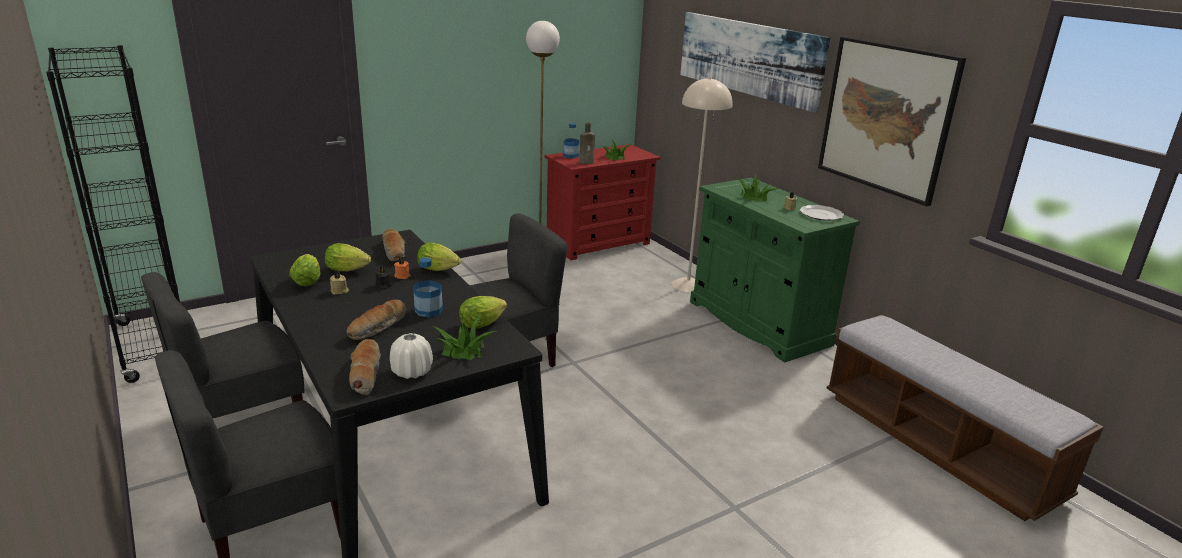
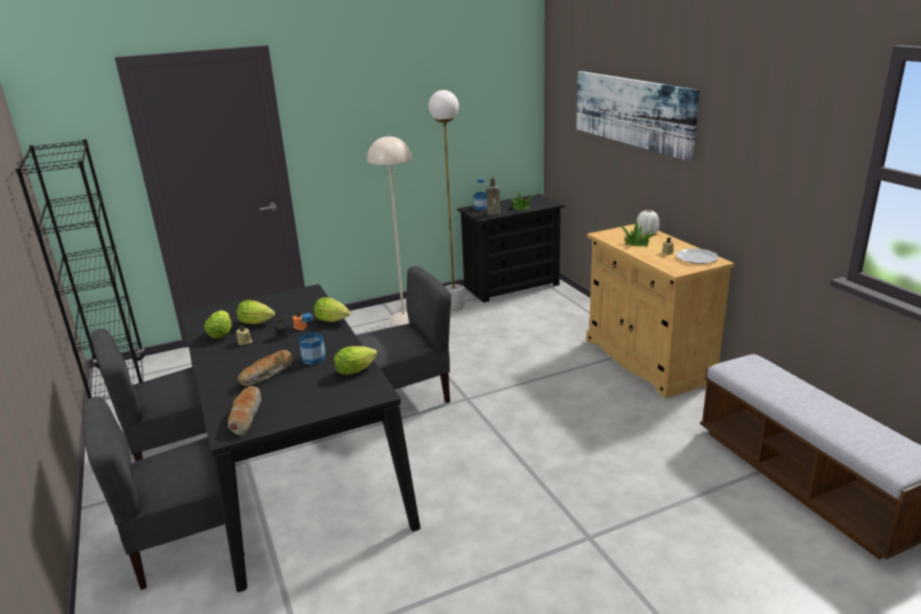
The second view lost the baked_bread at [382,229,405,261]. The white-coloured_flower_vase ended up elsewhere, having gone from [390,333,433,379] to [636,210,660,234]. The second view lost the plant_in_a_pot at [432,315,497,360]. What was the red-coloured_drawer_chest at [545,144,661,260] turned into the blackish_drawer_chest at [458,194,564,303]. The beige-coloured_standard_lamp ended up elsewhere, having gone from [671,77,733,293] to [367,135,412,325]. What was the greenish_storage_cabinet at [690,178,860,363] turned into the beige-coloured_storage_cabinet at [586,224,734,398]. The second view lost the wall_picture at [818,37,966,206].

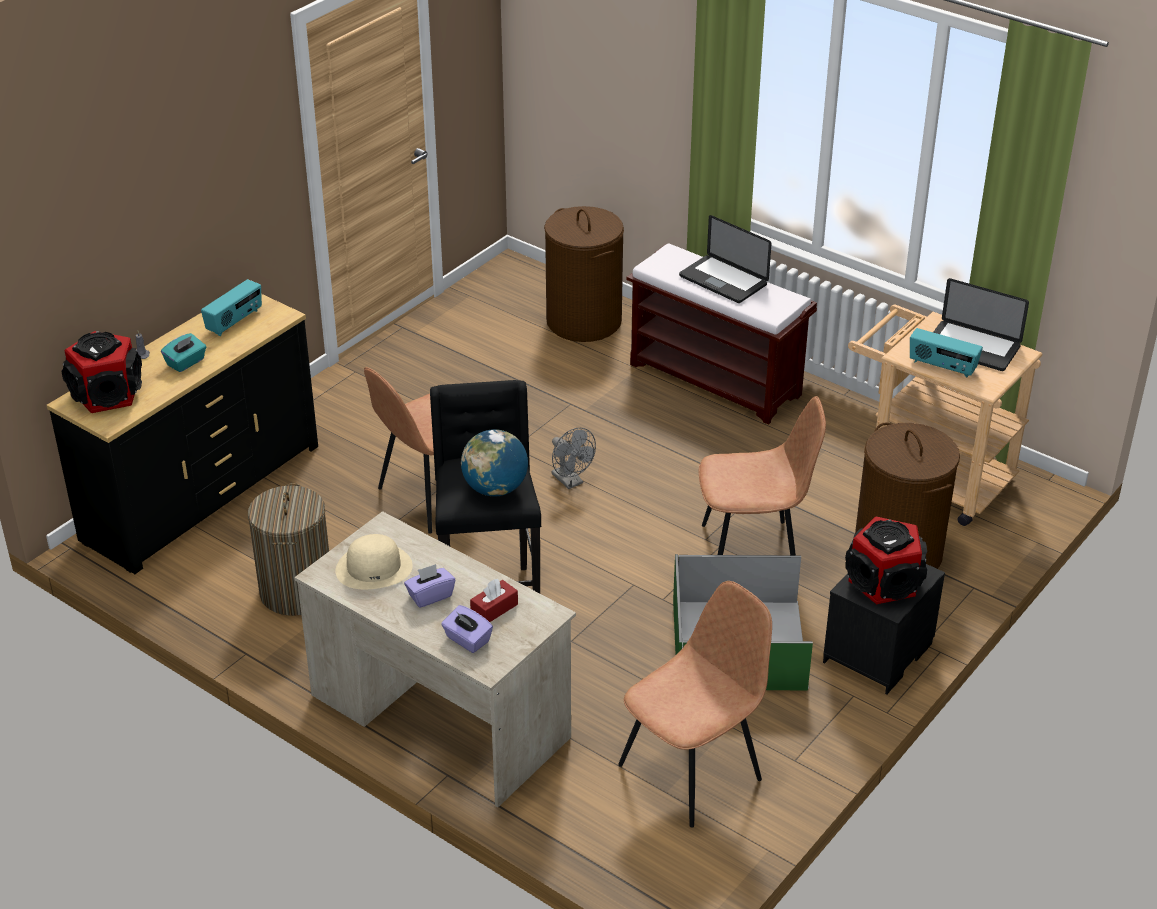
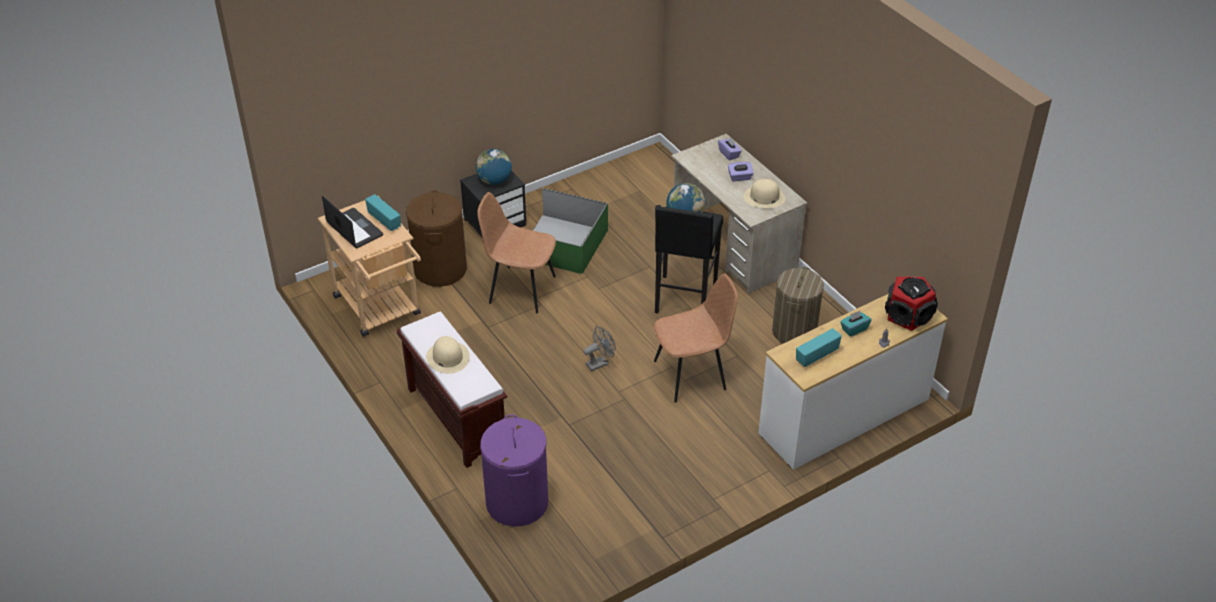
What was the blackish_drawer_chest at [47,294,318,574] turned into the white-coloured_drawer_chest at [758,294,948,470]. The second view lost the red-coloured_tissue_holder at [470,579,518,622]. What was the brownish_washing_basket at [544,206,624,342] turned into the purple_washing_basket at [480,415,548,526]. The gray_cooling_fan at [551,428,596,489] ended up facing another way, 75 degrees clockwise from before. The second view lost the brownish_chair at [618,581,772,828]. Where the portable_computer stood at [679,215,772,303], the beige-coloured_clothing_hat came to stand at [426,336,470,374]. Where the speaker stood at [845,516,927,604], the desk_globe came to stand at [476,149,512,185].

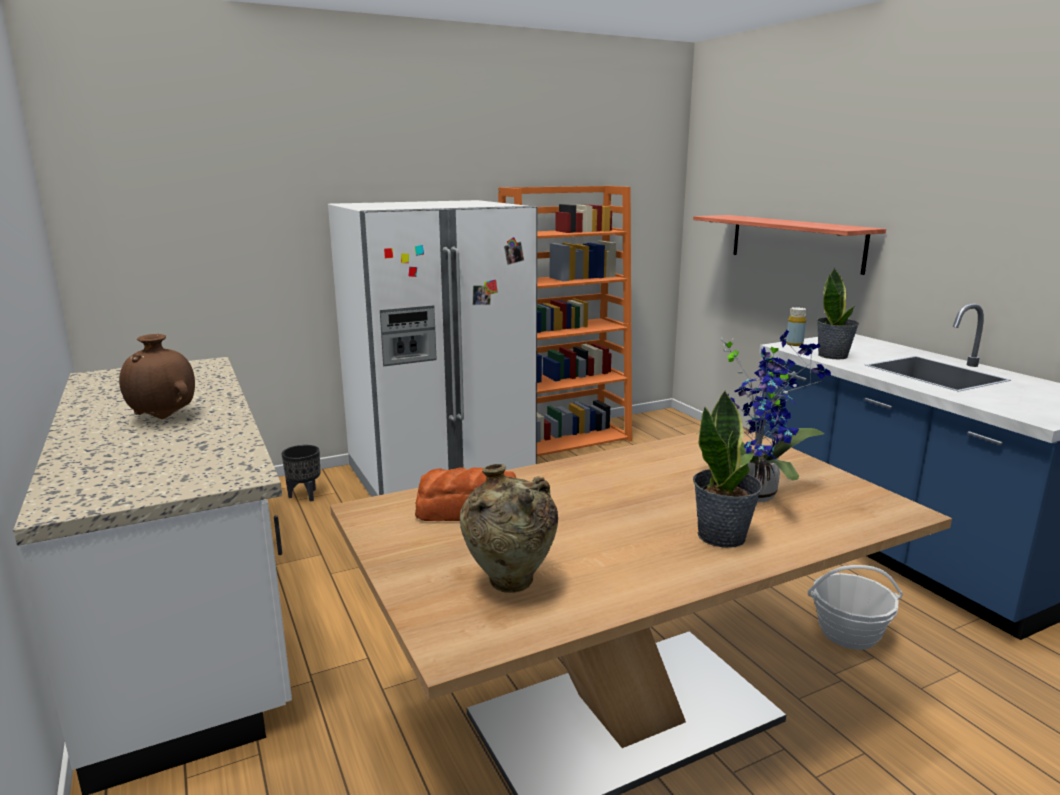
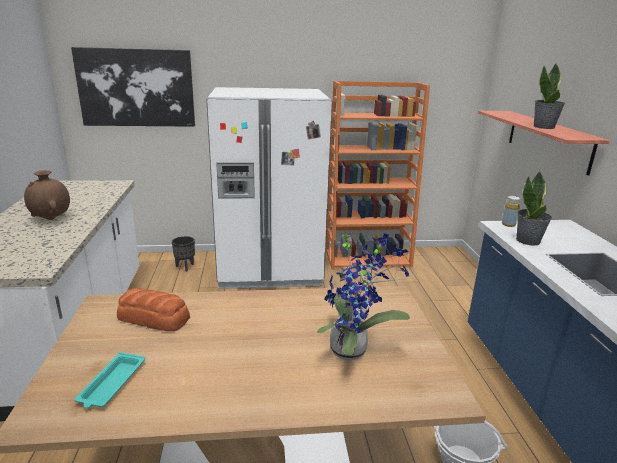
Where the beige-coloured_flower_vase stood at [460,464,558,593], the blue-green_serving_tray came to stand at [74,352,145,408]. The plant_in_a_pot ended up elsewhere, having gone from [693,391,762,548] to [533,64,565,129]. The second view gained the wall_picture at [71,47,195,127].

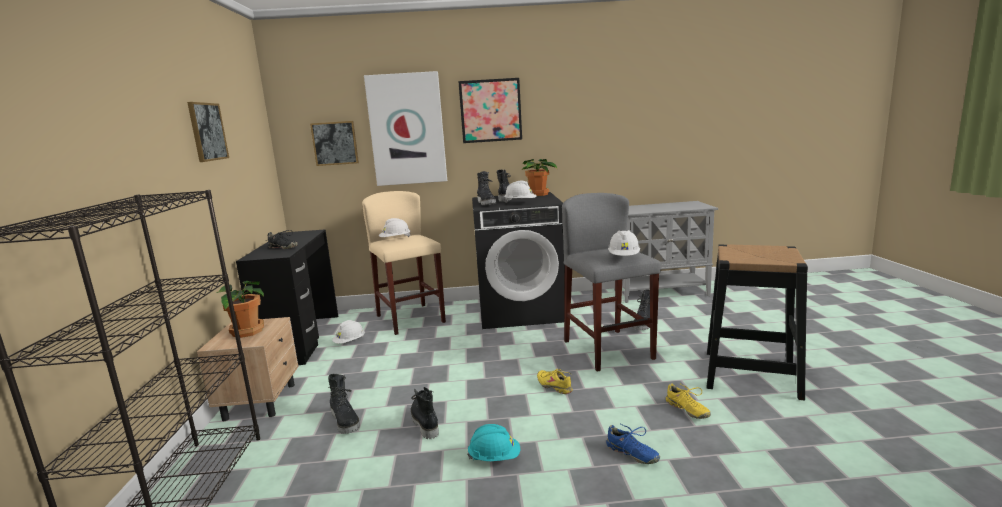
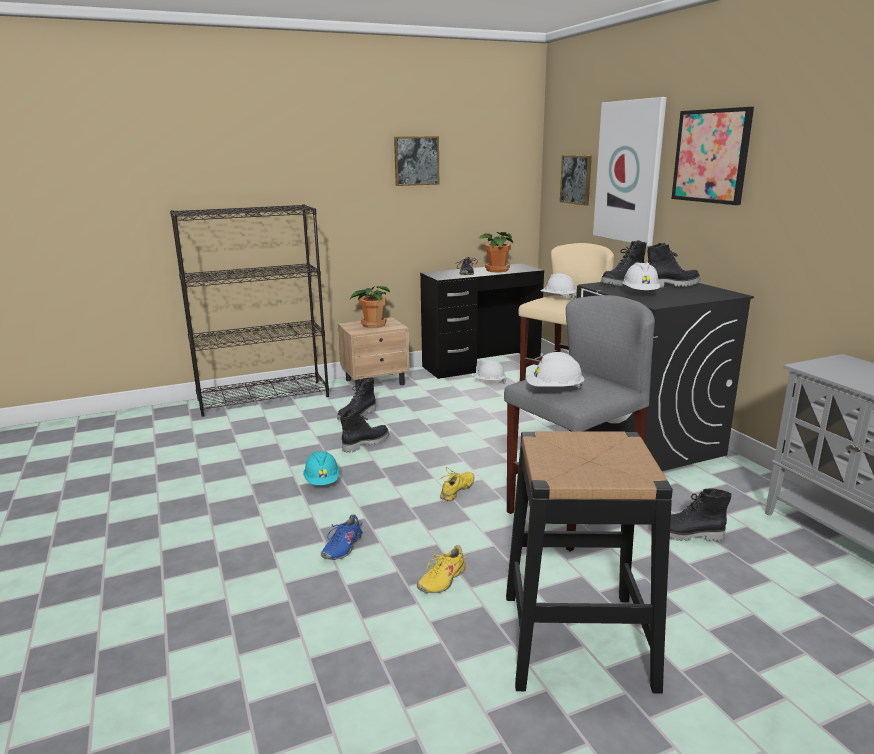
The plant_in_a_pot ended up elsewhere, having gone from [522,159,557,196] to [478,232,513,273].

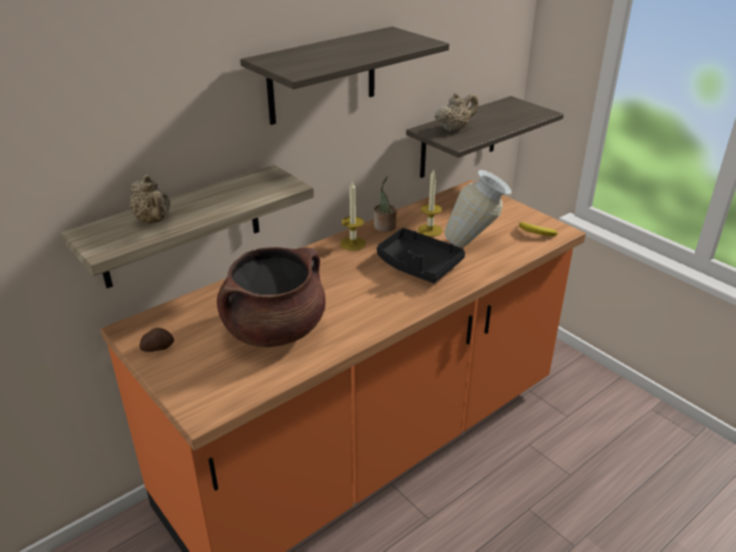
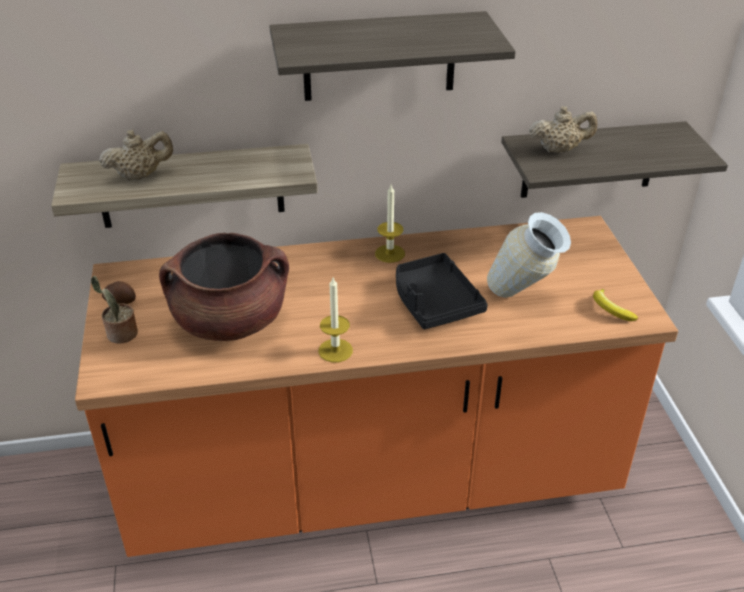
The beige-coloured_pot_for_tea at [130,175,170,223] ended up facing another way, 105 degrees counterclockwise from before. The plant_in_a_pot ended up elsewhere, having gone from [374,176,397,232] to [91,276,138,343]. The candle ended up elsewhere, having gone from [418,169,443,237] to [319,277,353,362].

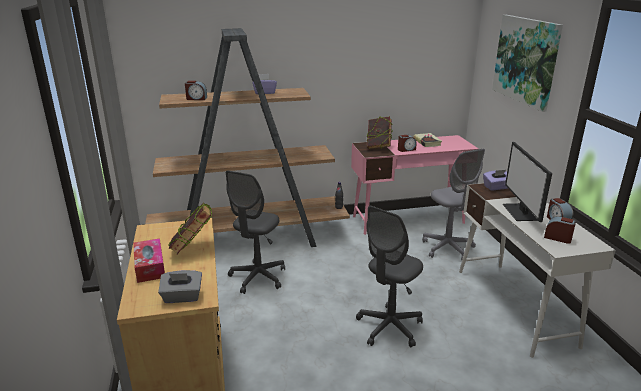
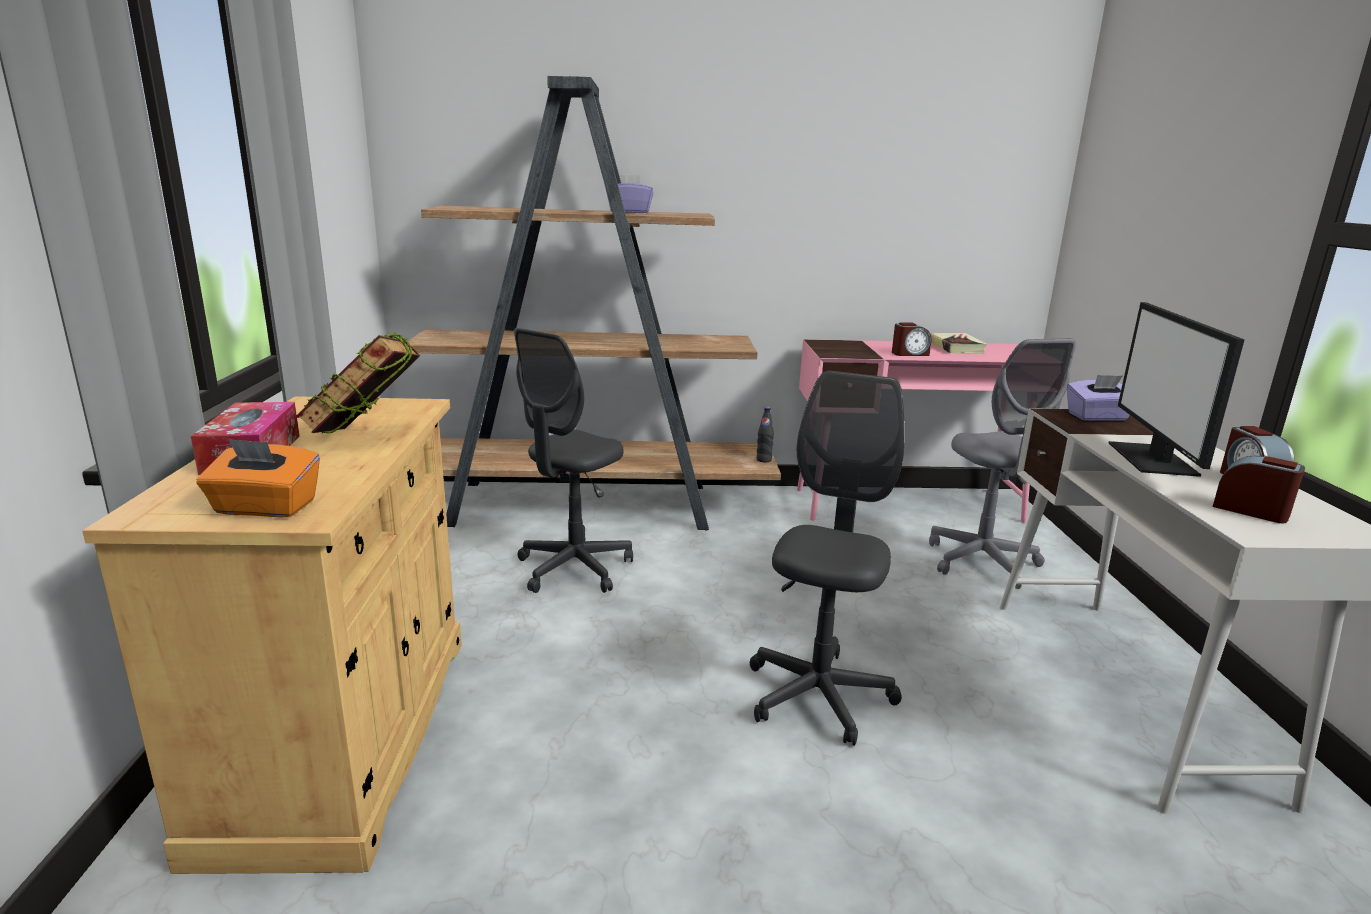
What was the gray_tissue_holder at [158,270,202,303] turned into the orange_tissue_holder at [196,438,320,517]. The second view lost the table_clock at [185,81,207,100]. The gray_desk_chair at [356,206,423,348] ended up facing another way, 150 degrees clockwise from before. The second view lost the volume at [366,116,392,149]. The second view lost the wall_picture at [492,15,563,112].

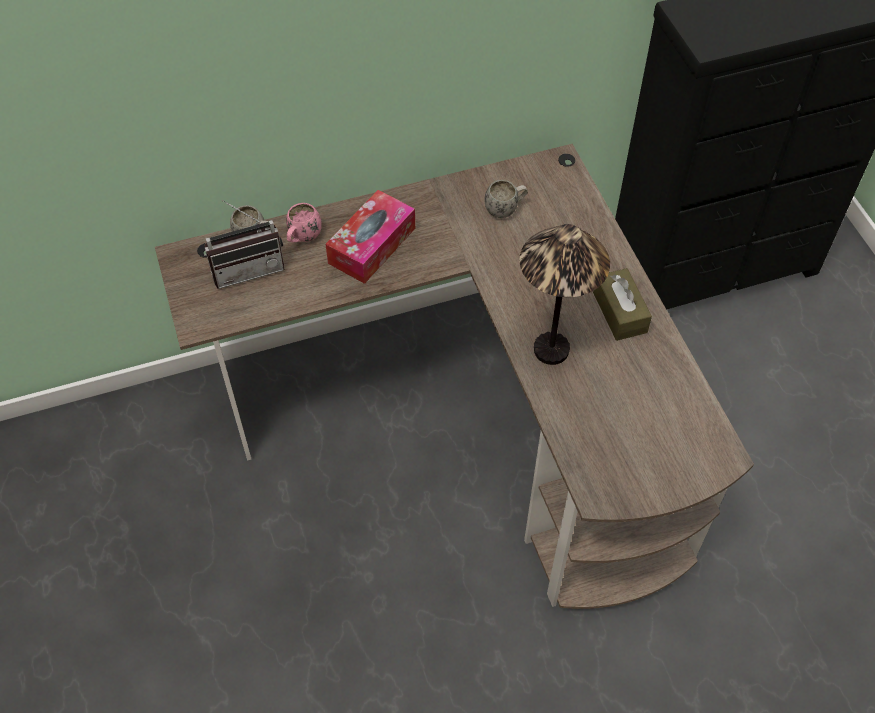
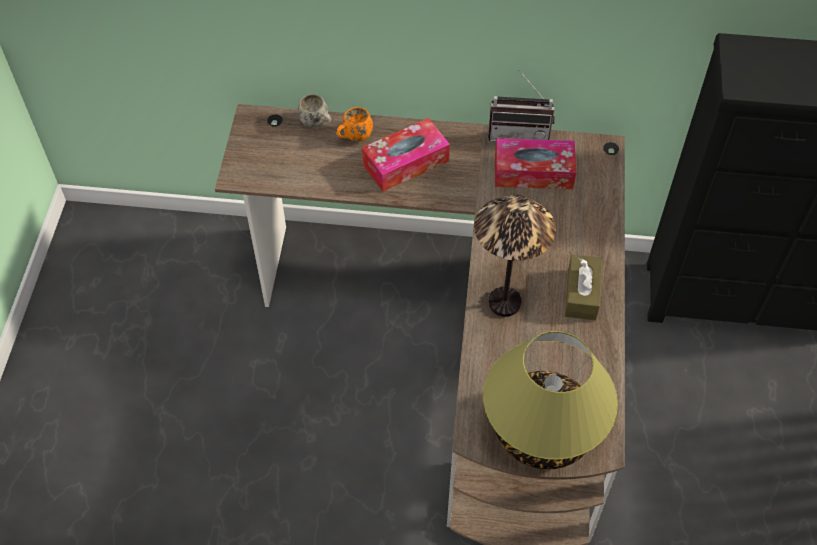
The radio_receiver ended up elsewhere, having gone from [205,200,285,289] to [488,69,555,142]. What was the pinkish_mug at [286,203,322,243] turned into the orange_mug at [336,107,373,141]. Where the white-coloured_mug stood at [485,180,528,218], the tissue_holder came to stand at [495,138,576,189]. The second view gained the tabletop_lamp at [483,331,618,469].

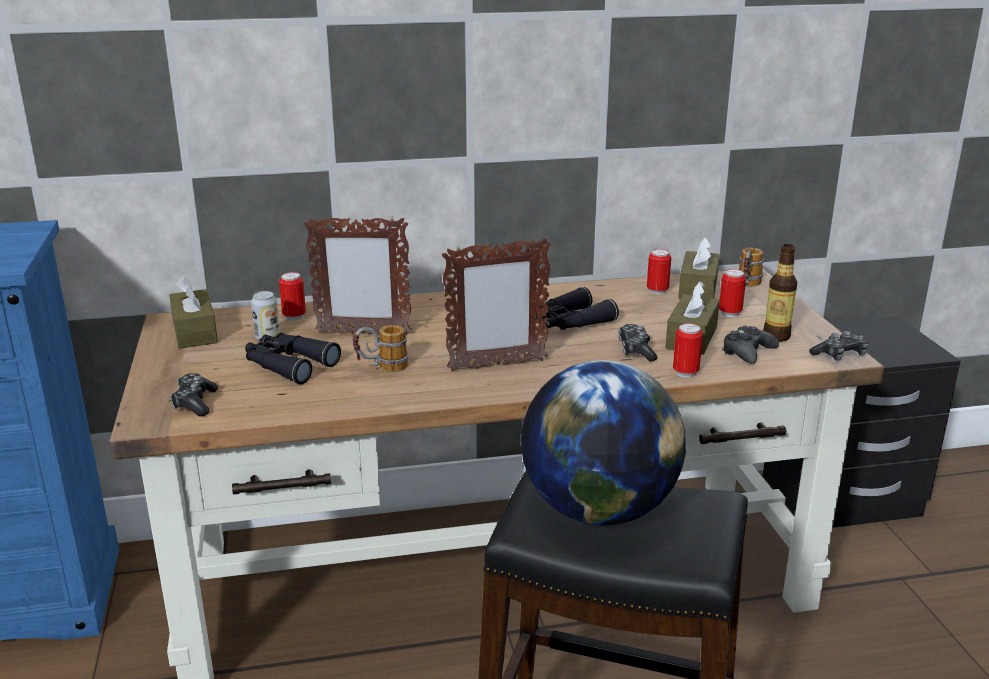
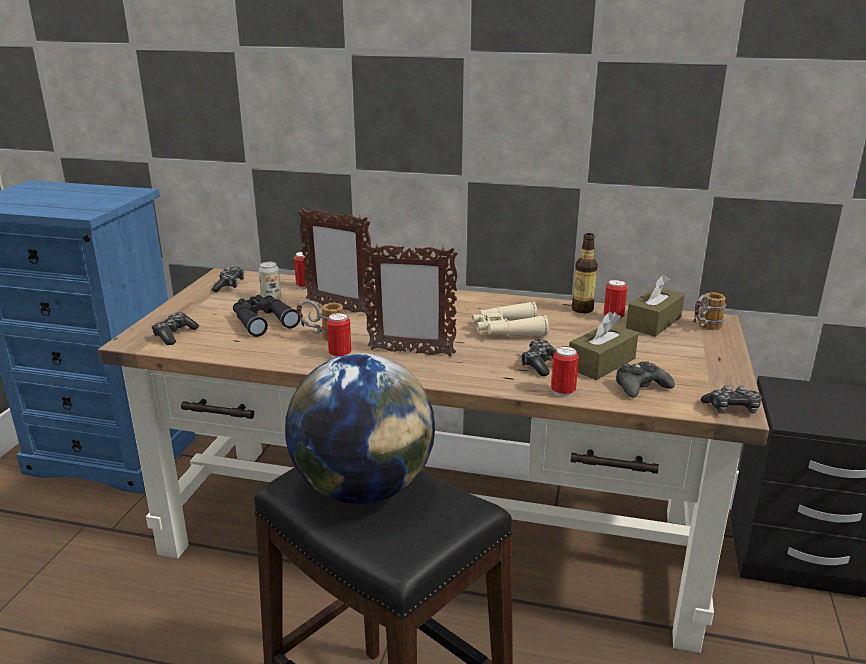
Where the brownish_tissue_holder stood at [169,276,218,348], the joypad came to stand at [211,267,244,292]. What was the blackish_binoculars at [536,287,619,330] turned into the beige-coloured_binoculars at [472,301,549,336]. The sealed_can ended up elsewhere, having gone from [719,269,746,317] to [327,313,351,358]. The beverage_bottle ended up elsewhere, having gone from [763,244,797,342] to [572,233,598,313].

